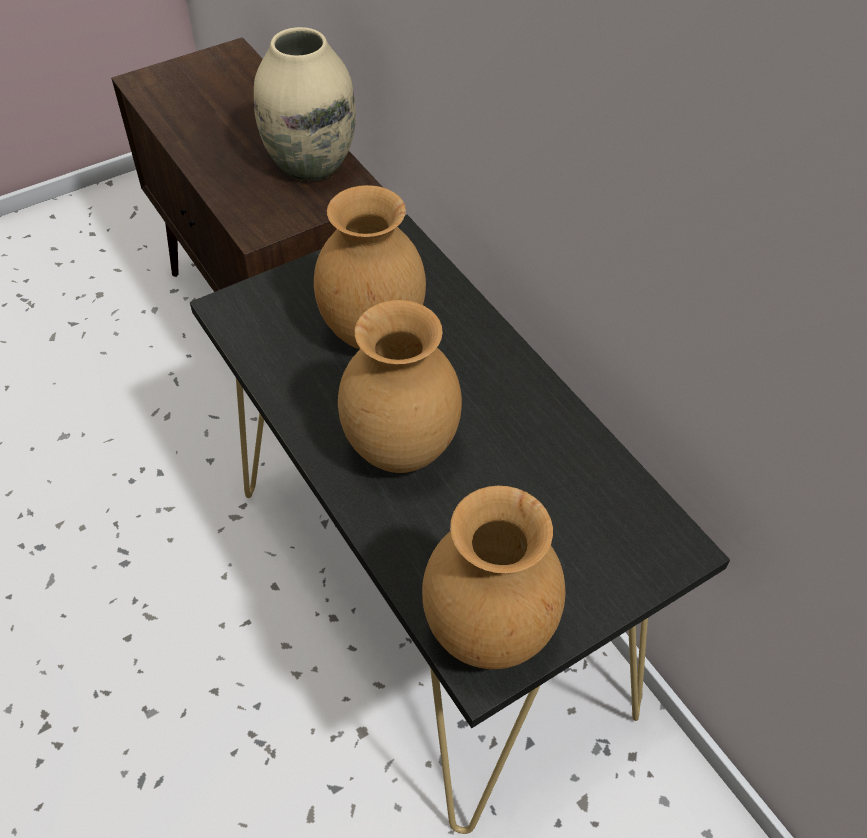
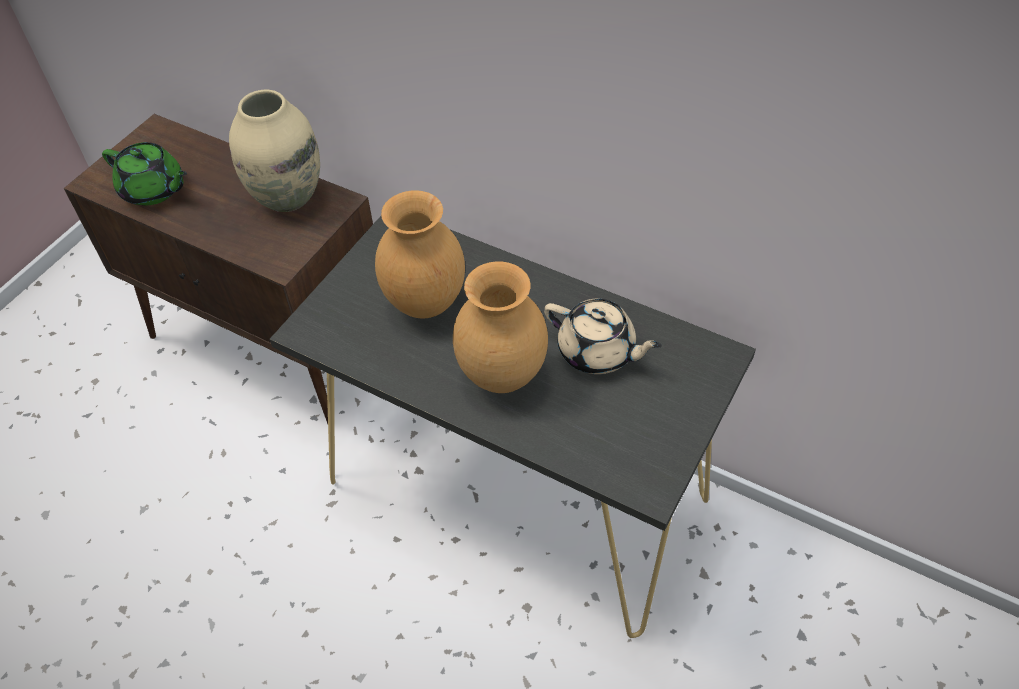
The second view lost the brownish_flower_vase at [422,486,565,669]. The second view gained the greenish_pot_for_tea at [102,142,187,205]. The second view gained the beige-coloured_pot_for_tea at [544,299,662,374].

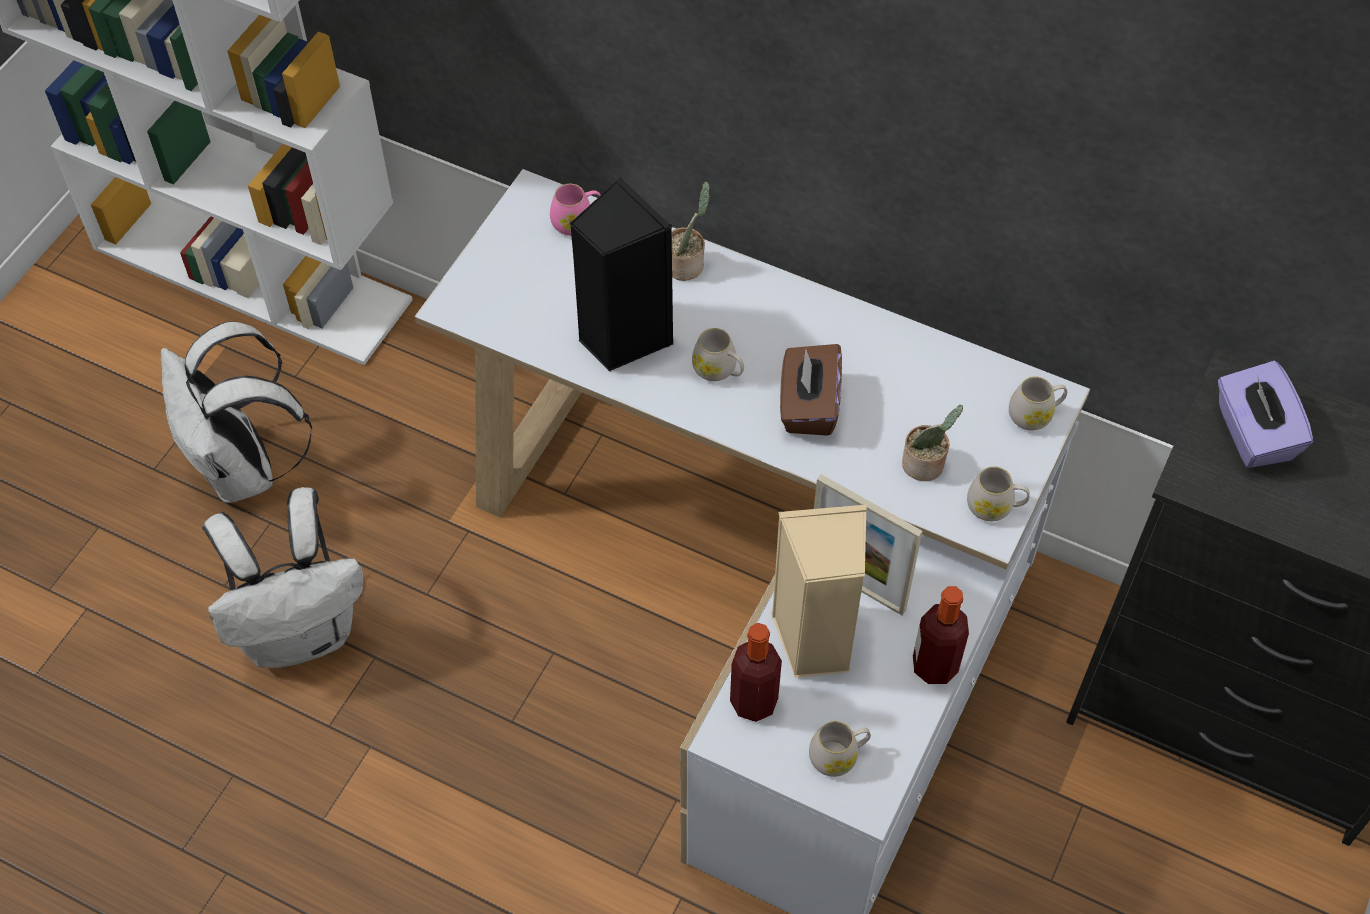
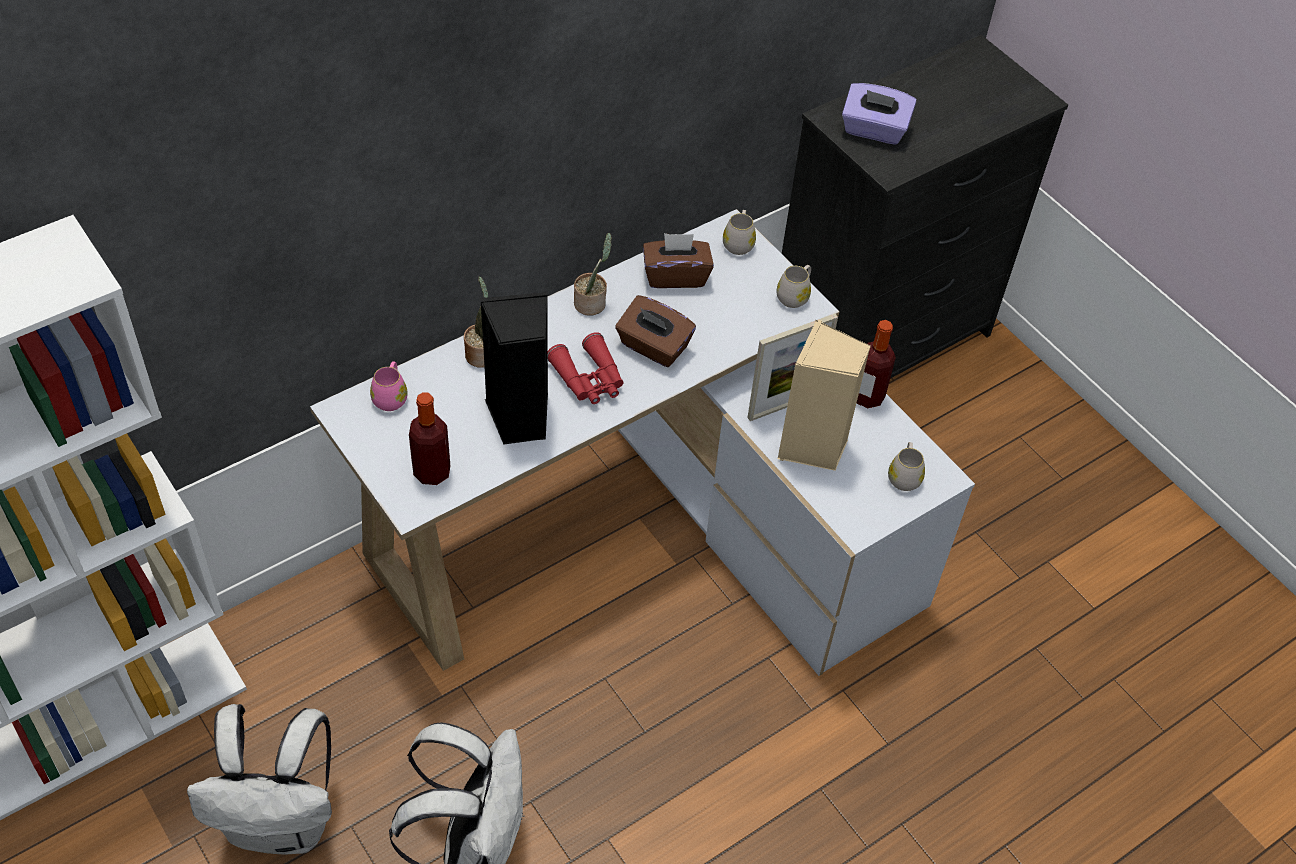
Where the white-coloured_mug stood at [692,328,744,381], the red-coloured_binoculars came to stand at [548,332,624,404]. The beverage_bottle ended up elsewhere, having gone from [730,623,782,722] to [409,392,450,485]. The plant_in_a_pot ended up elsewhere, having gone from [902,405,963,481] to [574,233,612,316]. The second view gained the brownish_tissue_holder at [643,233,714,288].

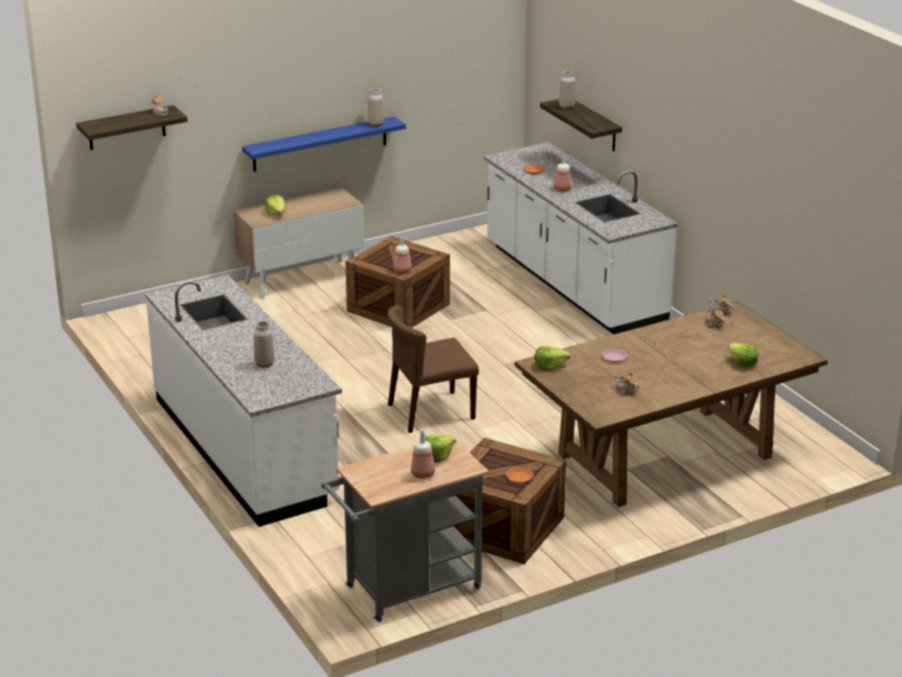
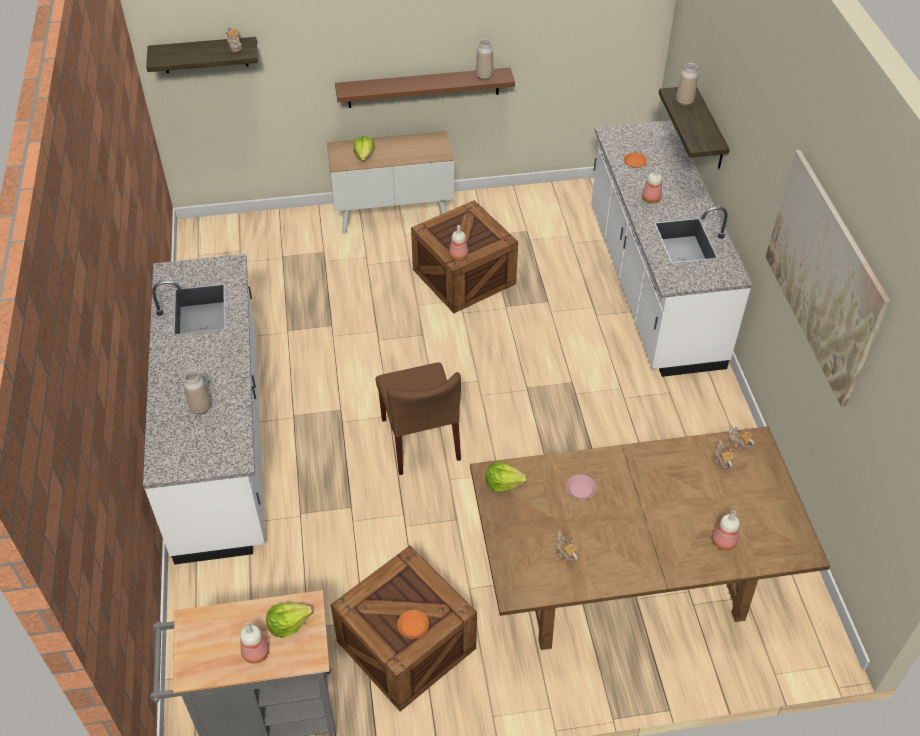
What was the bluish_bracket_shelf at [242,116,406,172] turned into the brownish_bracket_shelf at [335,67,515,108]. The brownish_chair at [387,305,479,433] ended up facing another way, 105 degrees counterclockwise from before. Where the lettuce_head stood at [728,343,758,367], the beverage_bottle came to stand at [712,510,740,550]. The second view gained the wall_picture at [766,150,890,407].

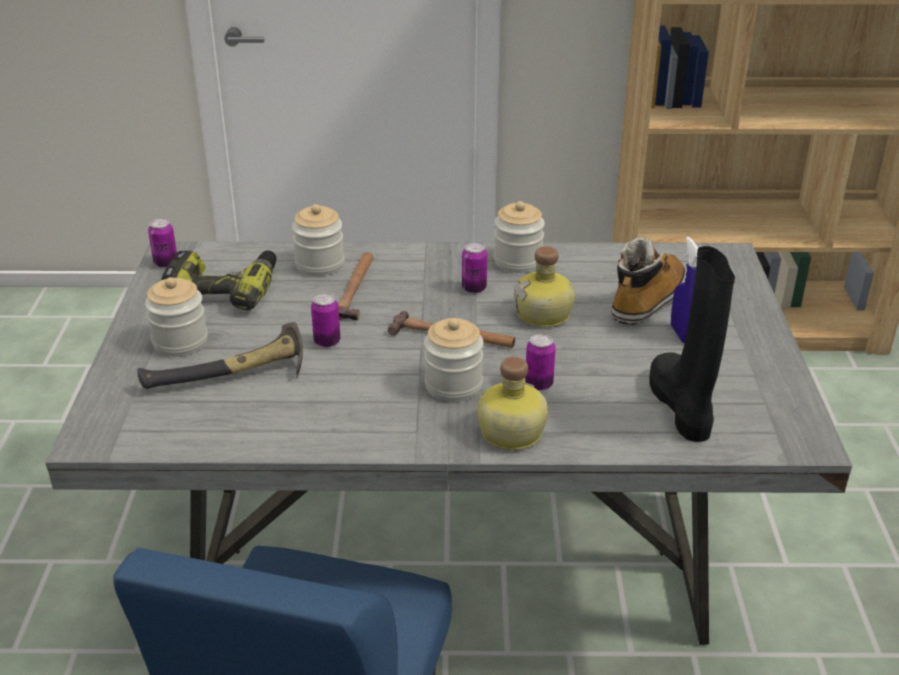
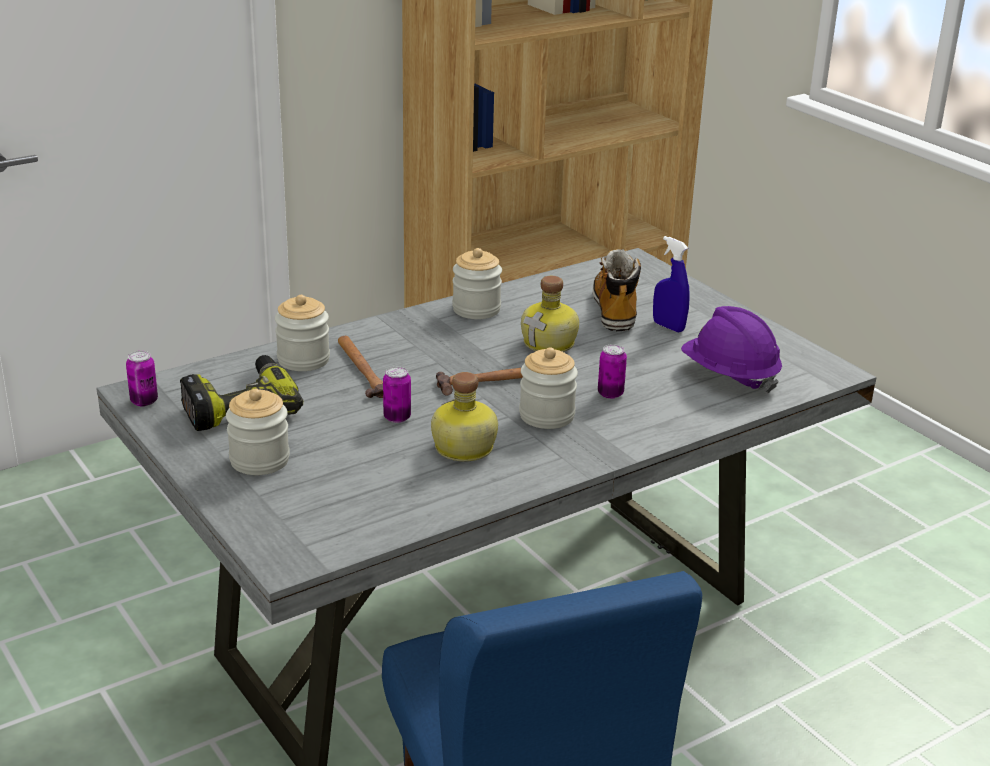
The second view lost the tool_hammer at [138,322,303,389]. The second view lost the sealed_can at [462,242,487,293]. The beverage_bottle ended up elsewhere, having gone from [477,357,548,450] to [431,372,498,462]. Where the blackish_boot stood at [649,246,735,442], the purple_safety_helmet came to stand at [681,306,782,393].

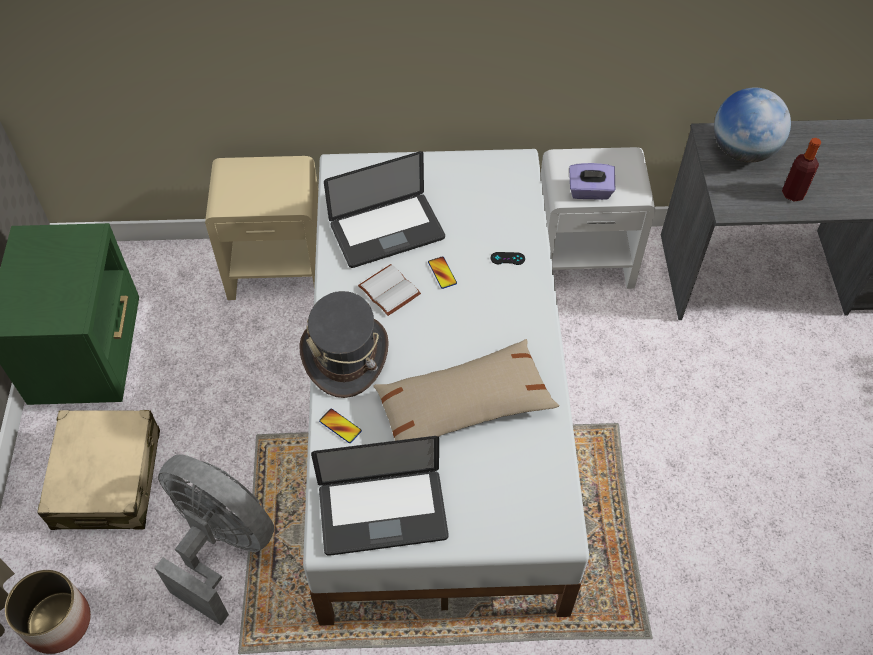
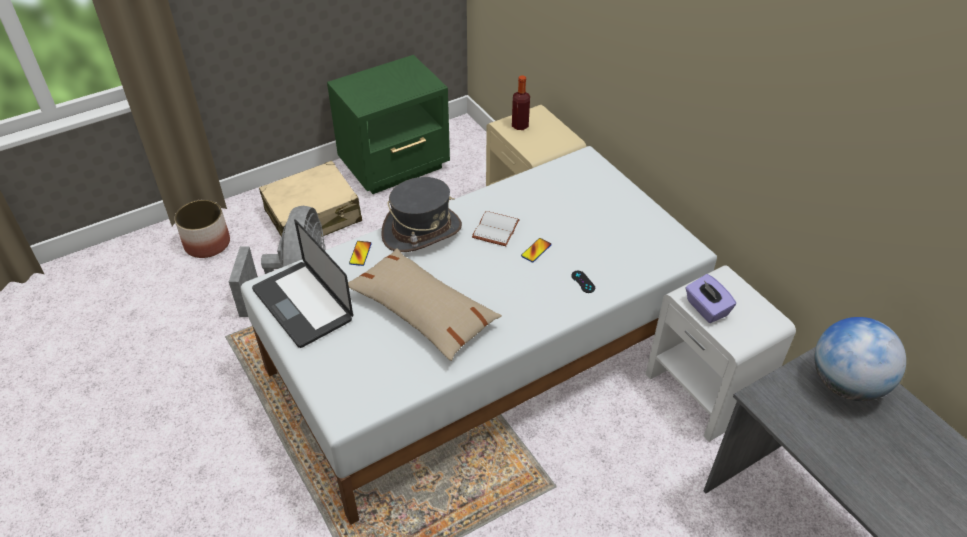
The second view lost the portable_computer at [324,151,445,268]. The beverage_bottle ended up elsewhere, having gone from [782,138,821,202] to [512,75,530,130].

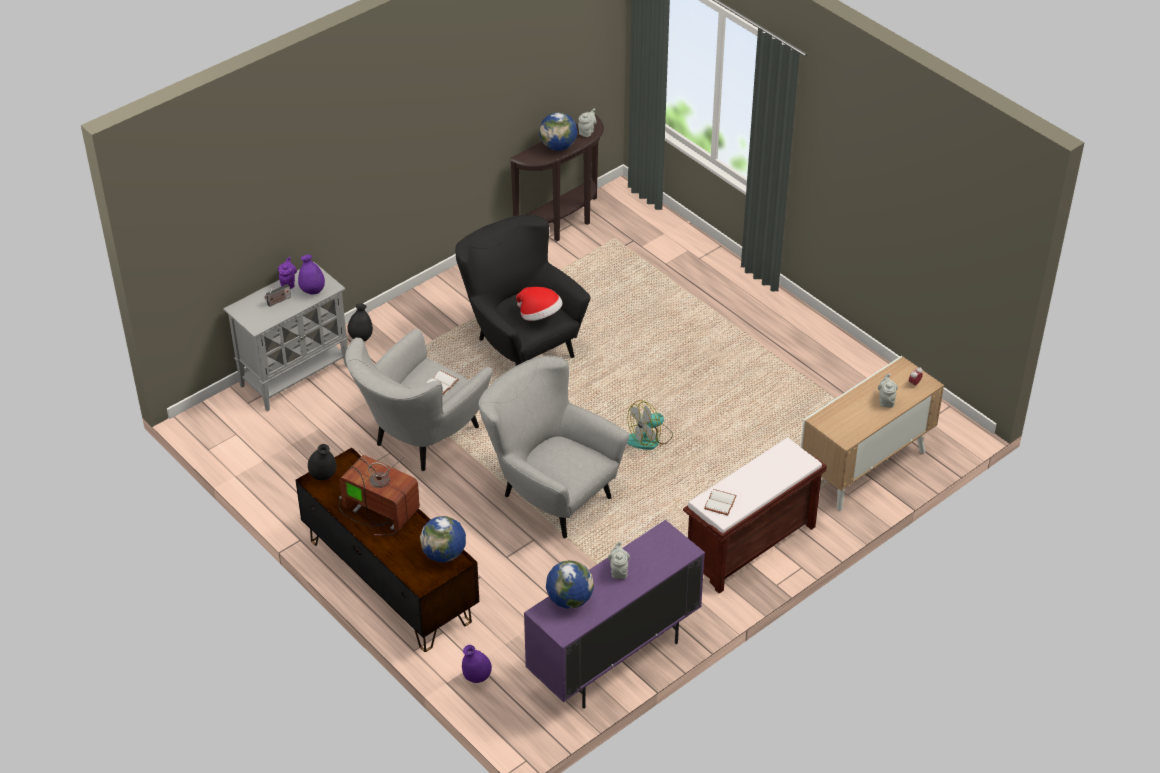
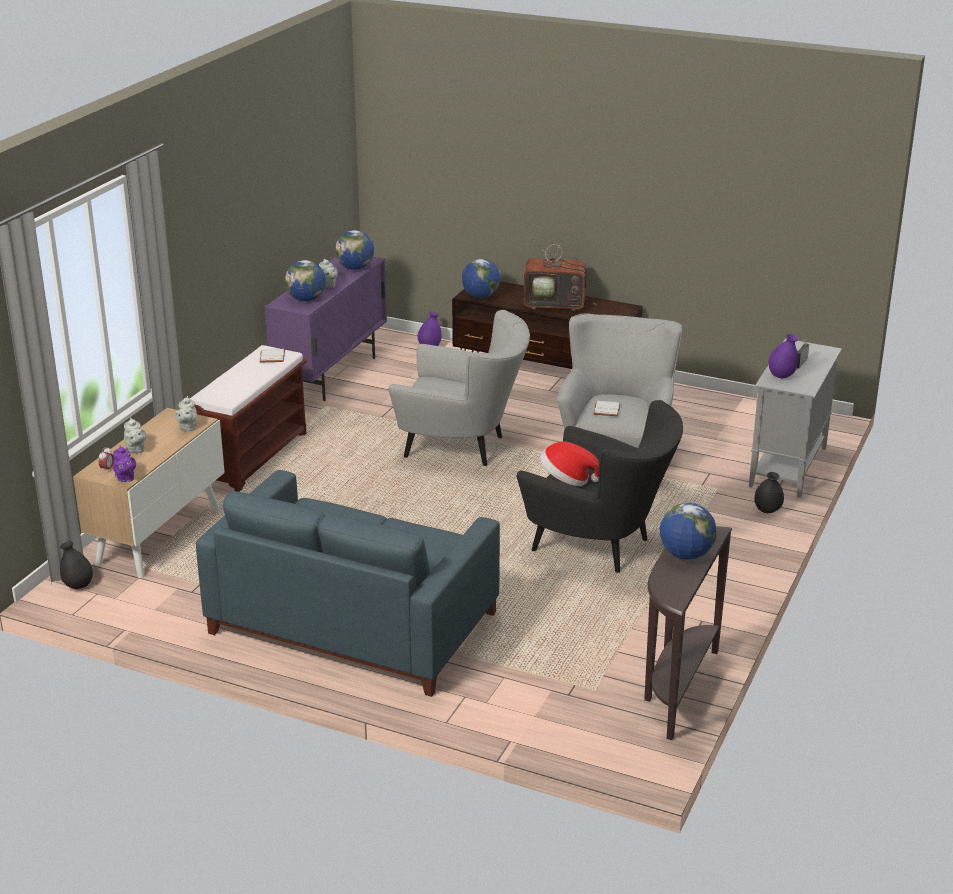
The purple_pot_for_tea ended up elsewhere, having gone from [278,257,297,289] to [113,445,136,482]. The blackish_flower_vase ended up elsewhere, having gone from [308,444,336,481] to [60,541,93,589]. The gray_pot_for_tea ended up elsewhere, having gone from [578,108,597,137] to [175,396,197,431]. The second view lost the cooling_fan at [627,400,673,450]. The second view gained the bluish_couch at [196,470,500,697]. The second view gained the desk_globe at [285,260,326,301].

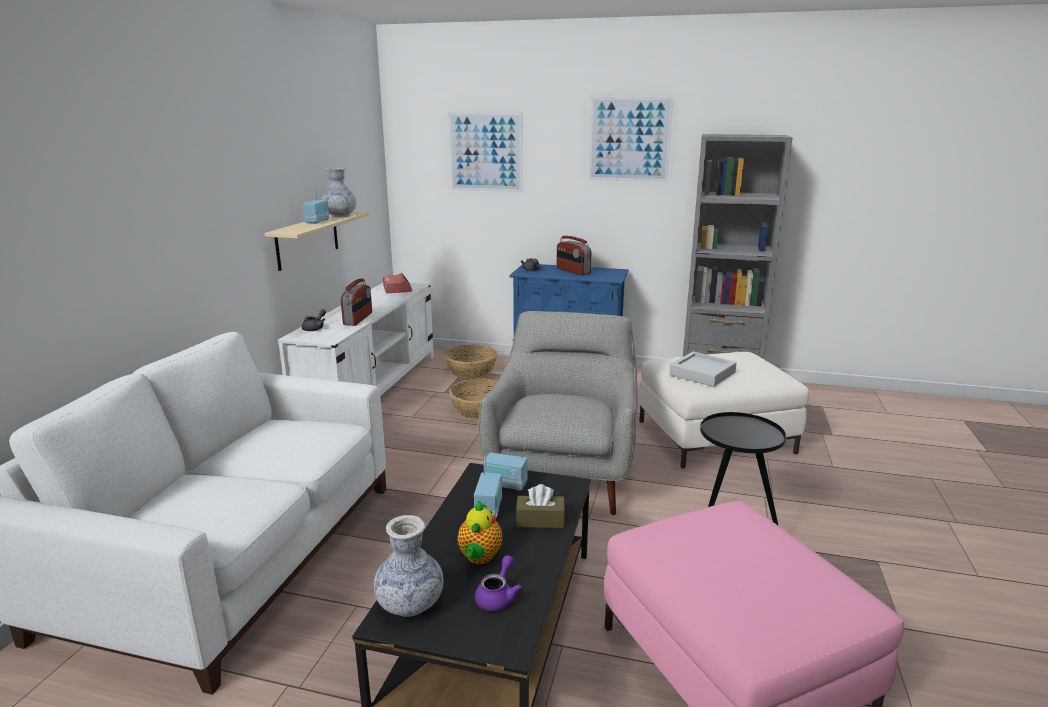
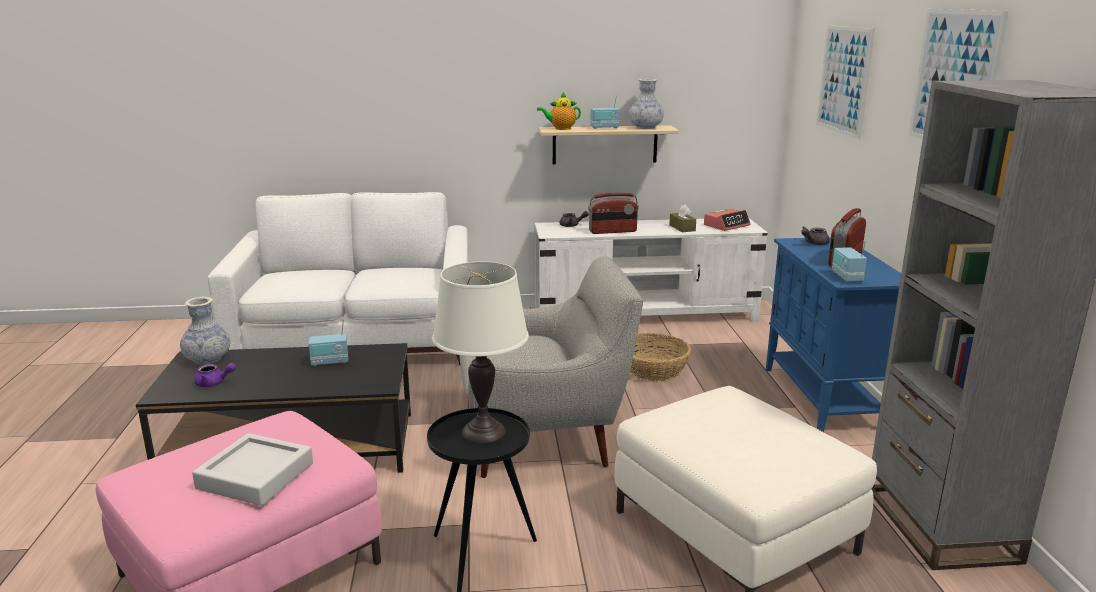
The second view lost the storage_basket at [444,344,497,379]. The pot_for_tea ended up elsewhere, having gone from [458,501,502,564] to [537,93,581,130]. The radio_receiver ended up elsewhere, having gone from [485,442,527,491] to [832,241,867,283]. The brownish_tissue_holder ended up elsewhere, having gone from [516,484,565,528] to [669,204,696,232]. The gray_serving_tray ended up elsewhere, having gone from [669,351,737,387] to [192,433,313,506]. The second view gained the white-coloured_tabletop_lamp at [432,262,529,444].

